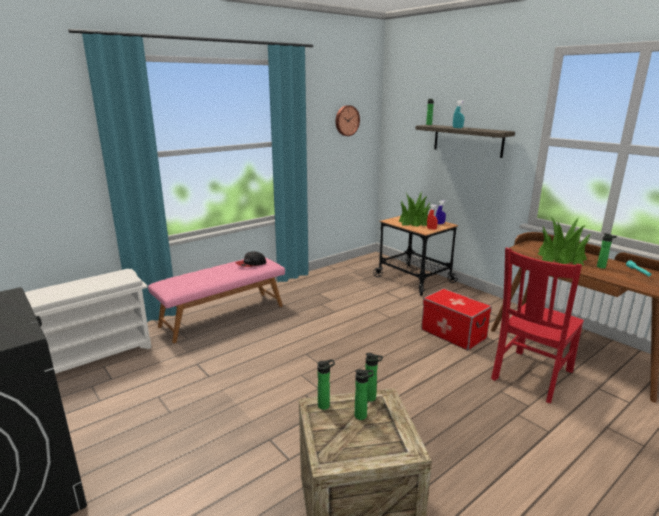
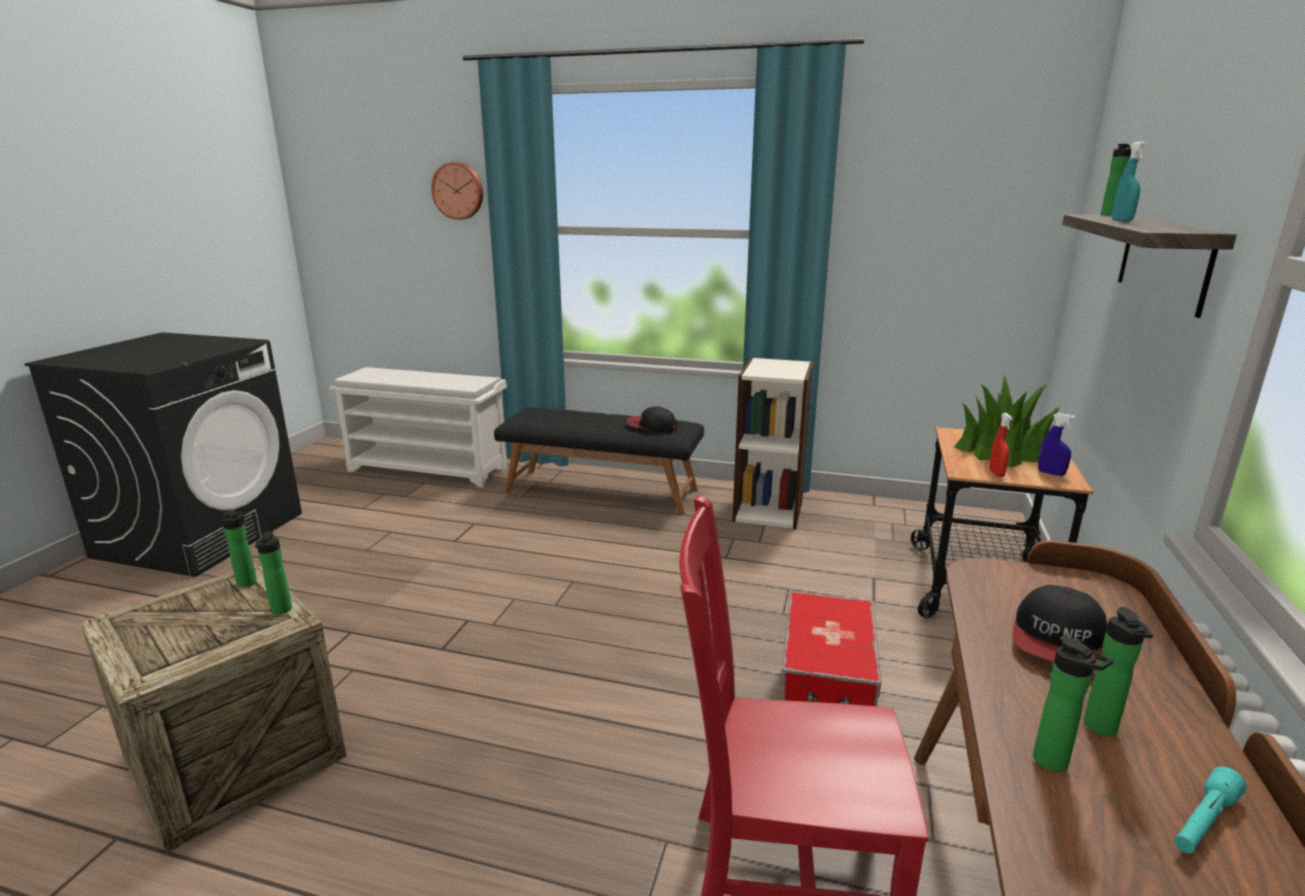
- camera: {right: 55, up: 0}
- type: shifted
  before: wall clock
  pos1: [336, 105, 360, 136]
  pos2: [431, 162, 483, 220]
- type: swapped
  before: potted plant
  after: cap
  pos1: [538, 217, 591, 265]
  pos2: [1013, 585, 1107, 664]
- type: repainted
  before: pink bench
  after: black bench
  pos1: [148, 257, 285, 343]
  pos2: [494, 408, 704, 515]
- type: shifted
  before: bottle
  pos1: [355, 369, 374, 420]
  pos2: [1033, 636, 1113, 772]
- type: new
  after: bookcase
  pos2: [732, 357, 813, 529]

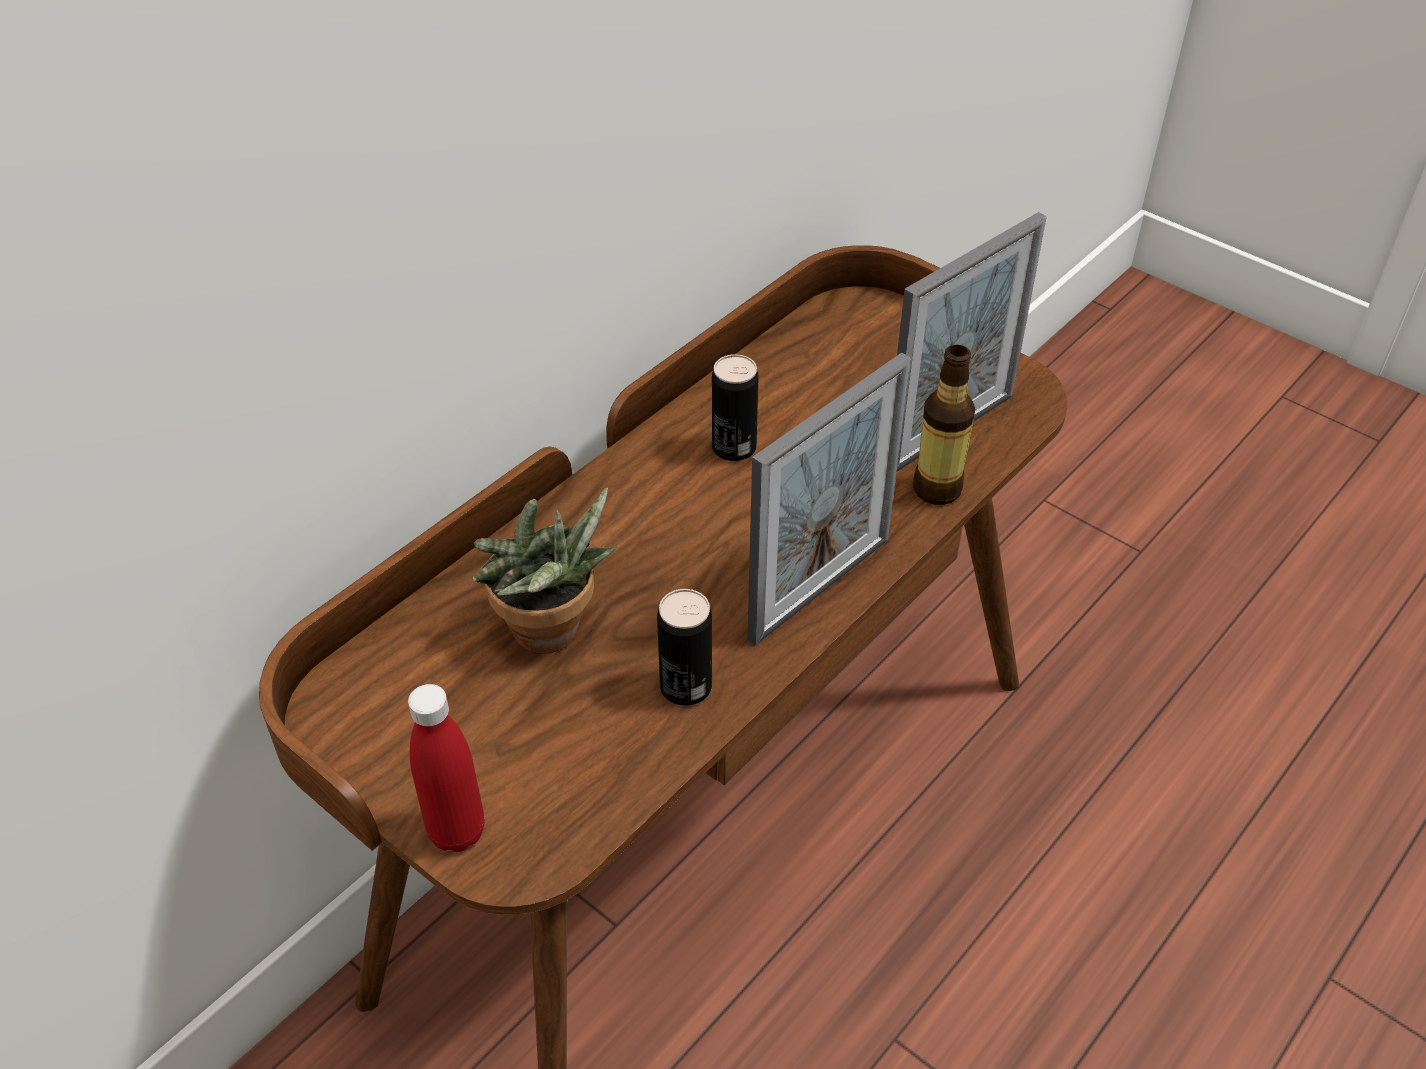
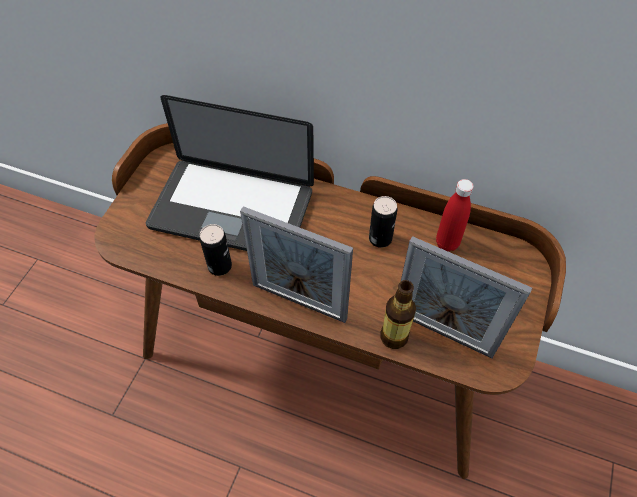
- camera: {right: 70, up: 10}
- type: swapped
  before: potted plant
  after: laptop
  pos1: [473, 488, 617, 654]
  pos2: [146, 95, 314, 251]
- type: shifted
  before: red bottle
  pos1: [408, 684, 485, 852]
  pos2: [436, 179, 474, 252]

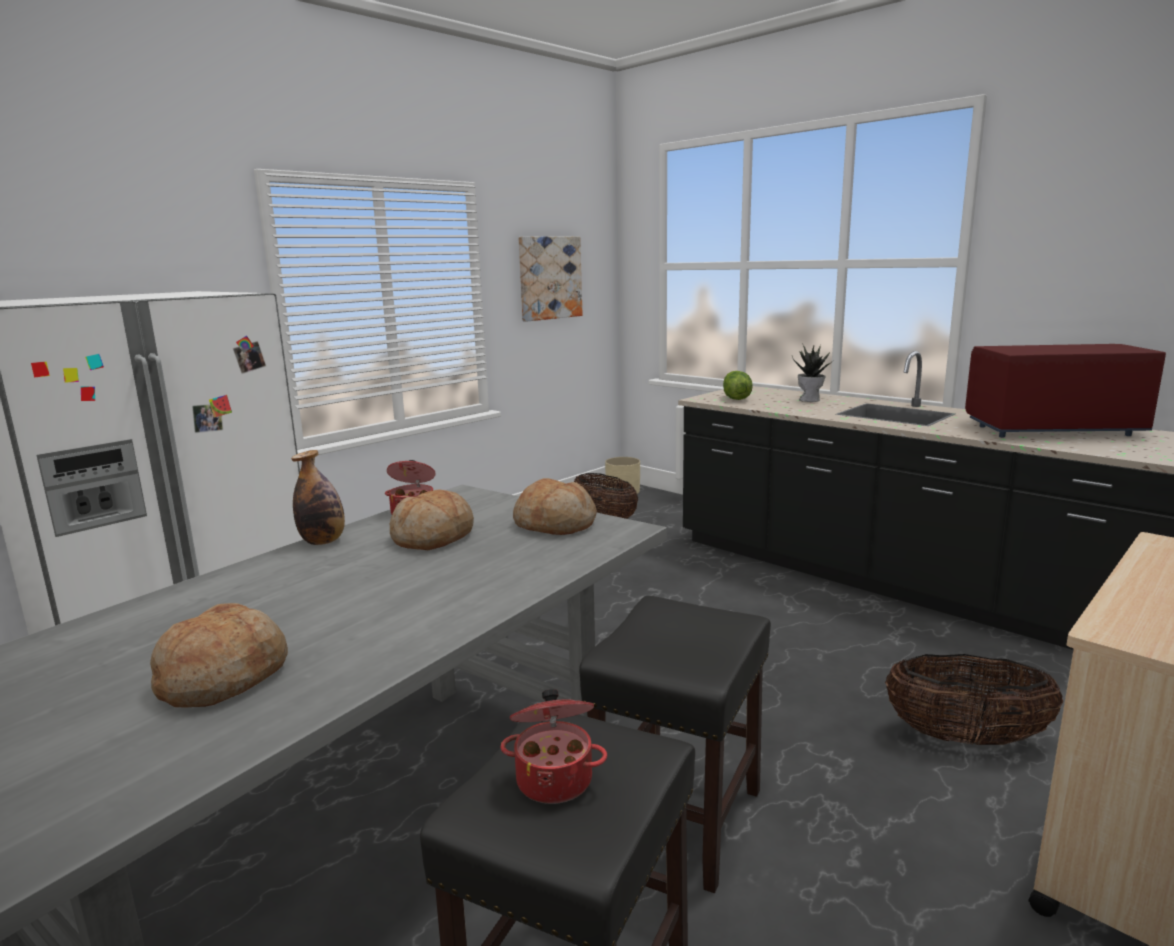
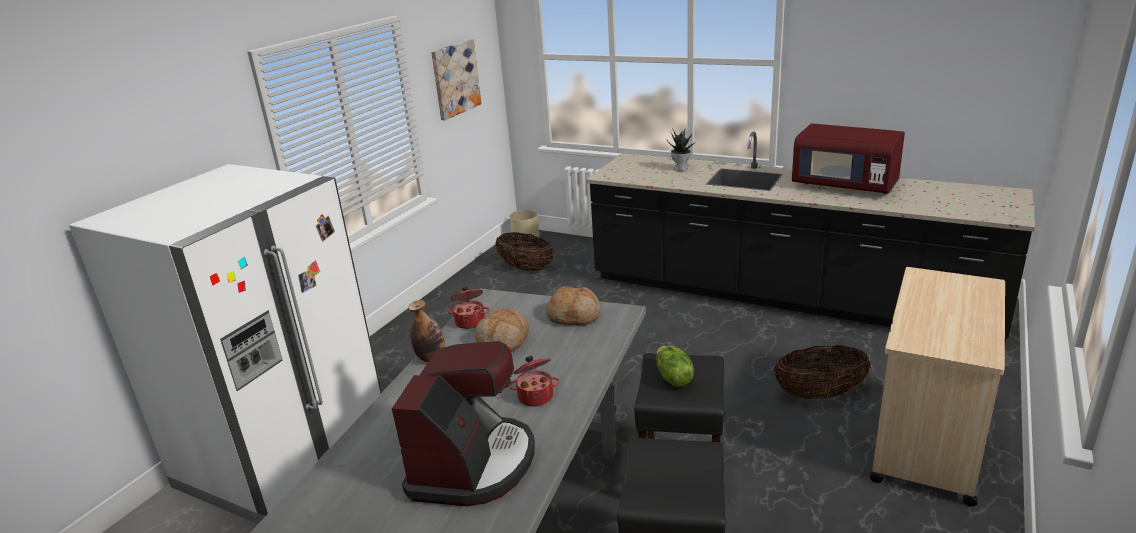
- camera: {right: -15, up: 10}
- type: rotated
  before: red microwave
  pos1: [965, 344, 1166, 437]
  pos2: [792, 123, 905, 194]
  turn: -135
- type: shifted
  before: lettuce
  pos1: [723, 371, 753, 400]
  pos2: [656, 346, 694, 387]
- type: swapped
  before: bread
  after: coffee machine
  pos1: [150, 603, 288, 708]
  pos2: [392, 341, 535, 506]
- type: shifted
  before: cooking pot
  pos1: [500, 689, 607, 804]
  pos2: [509, 356, 560, 407]

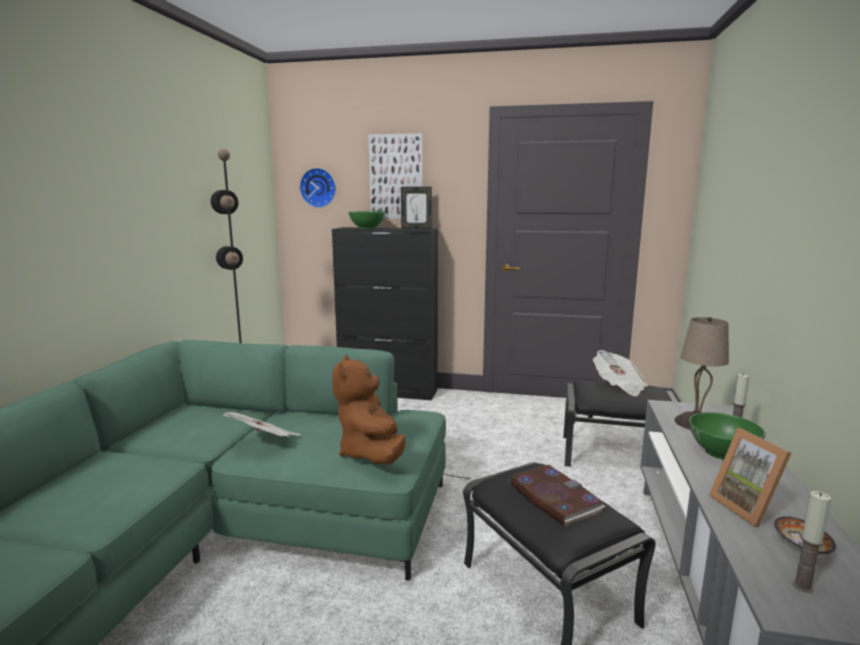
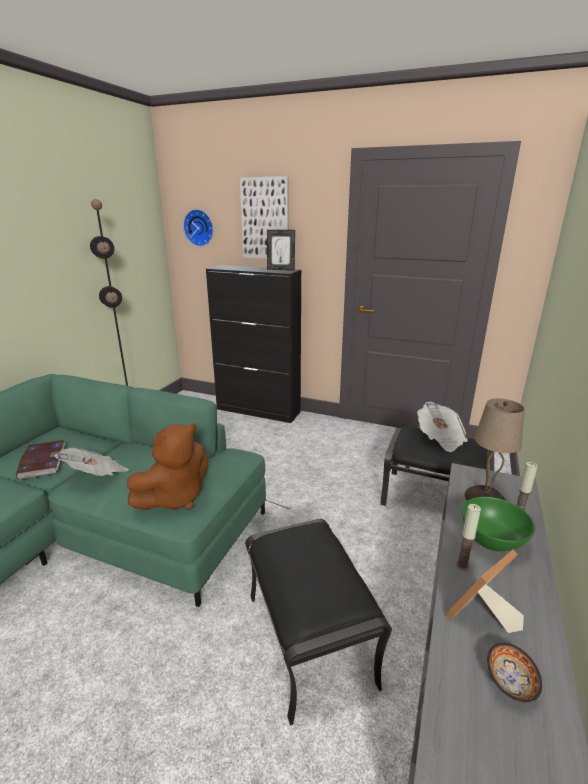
- camera: {right: 10, up: 10}
- type: gone
  before: green bowl
  pos1: [348, 211, 385, 229]
- type: rotated
  before: brown plush toy
  pos1: [332, 355, 406, 464]
  pos2: [127, 423, 208, 510]
  turn: -135
- type: rotated
  before: picture frame
  pos1: [709, 428, 792, 527]
  pos2: [445, 549, 524, 633]
  turn: 60
- type: shifted
  before: book
  pos1: [511, 465, 606, 526]
  pos2: [16, 440, 65, 480]
- type: shifted
  before: candle
  pos1: [792, 491, 831, 593]
  pos2: [456, 504, 481, 570]

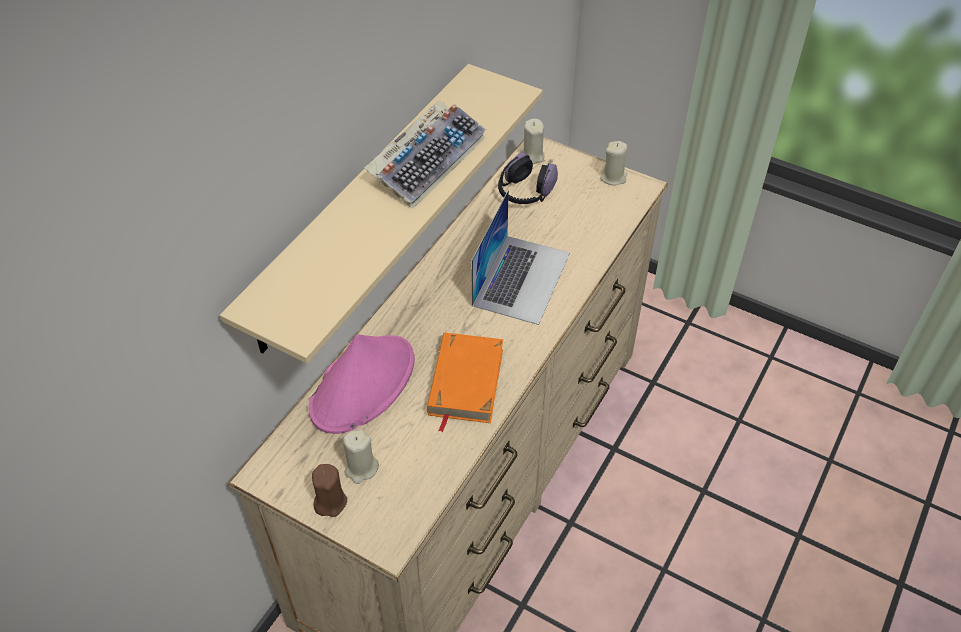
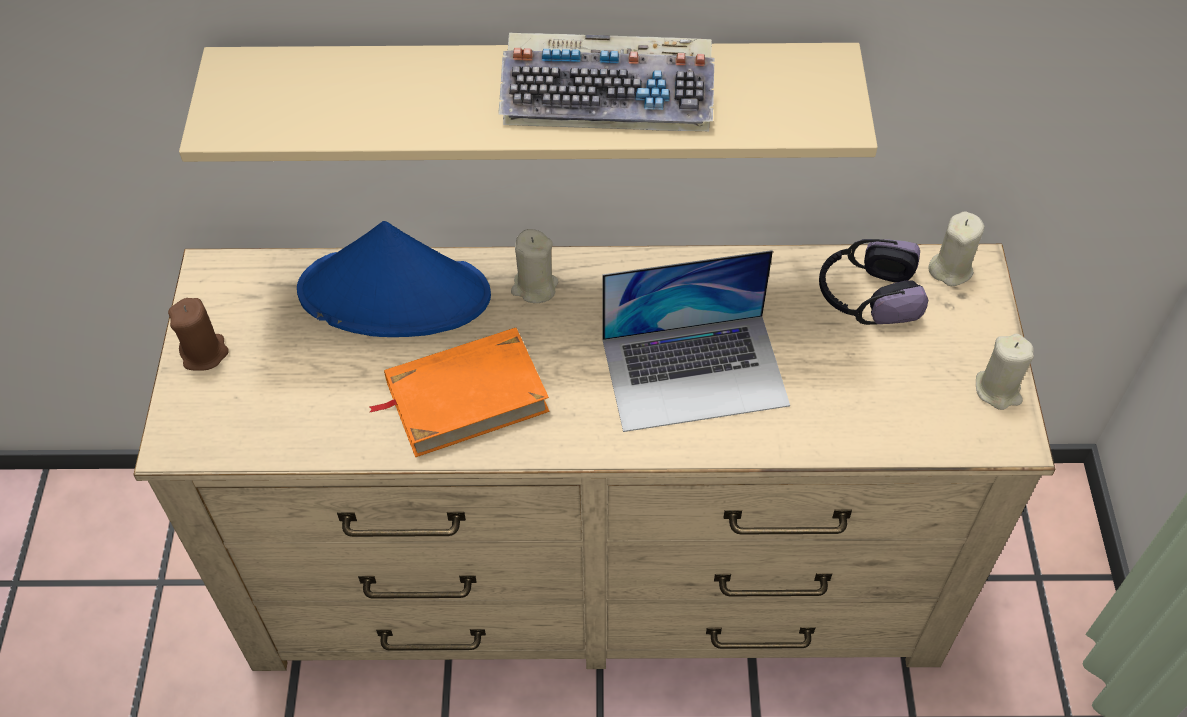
- camera: {right: 60, up: 5}
- type: repainted
  before: pink hat
  after: blue hat
  pos1: [309, 334, 415, 434]
  pos2: [297, 221, 491, 337]
- type: shifted
  before: beige candle
  pos1: [343, 430, 379, 484]
  pos2: [511, 229, 558, 303]

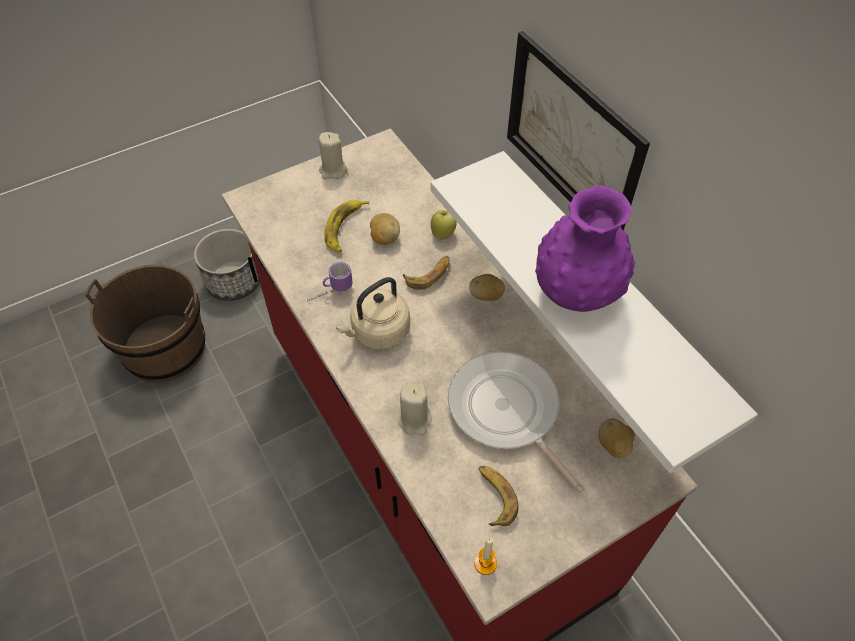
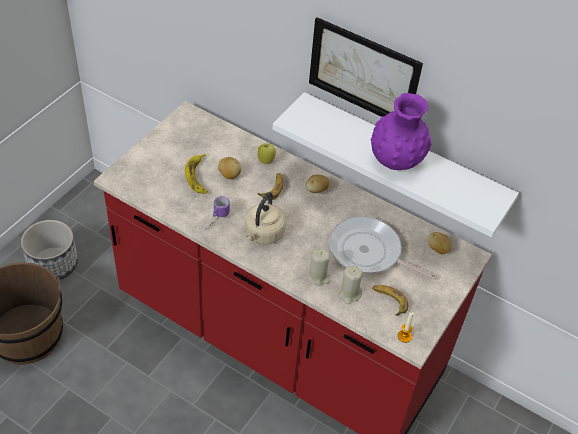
- camera: {right: -30, up: -5}
- type: shifted
  before: beige candle
  pos1: [319, 132, 347, 180]
  pos2: [338, 265, 363, 304]

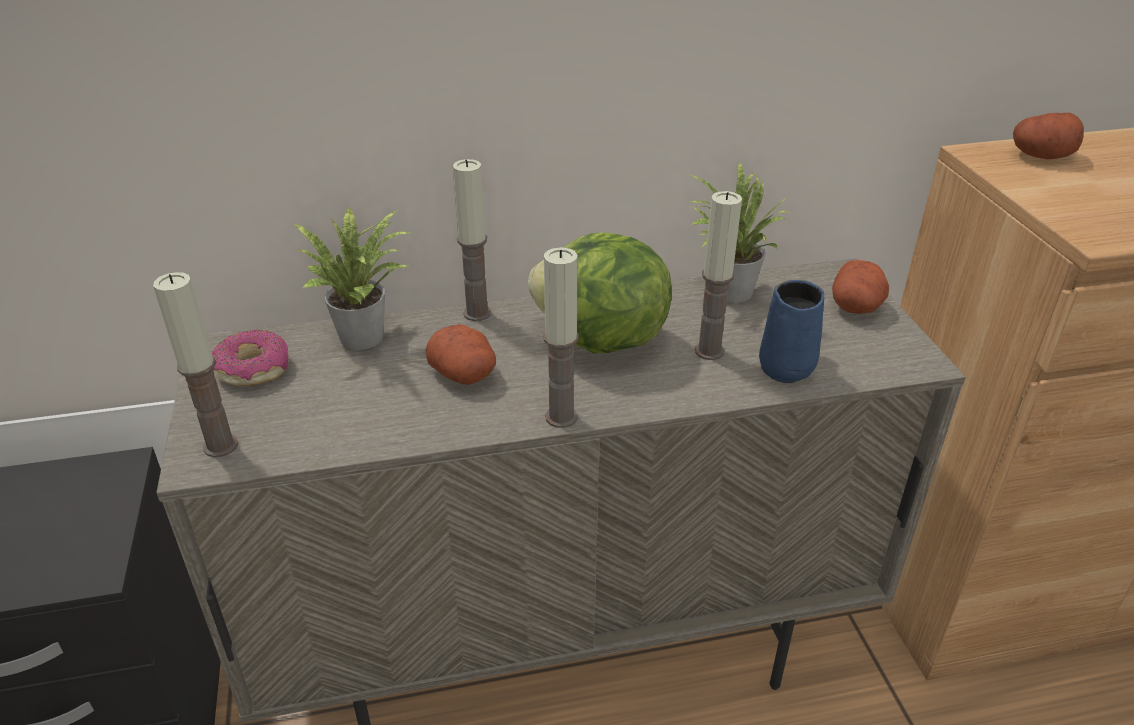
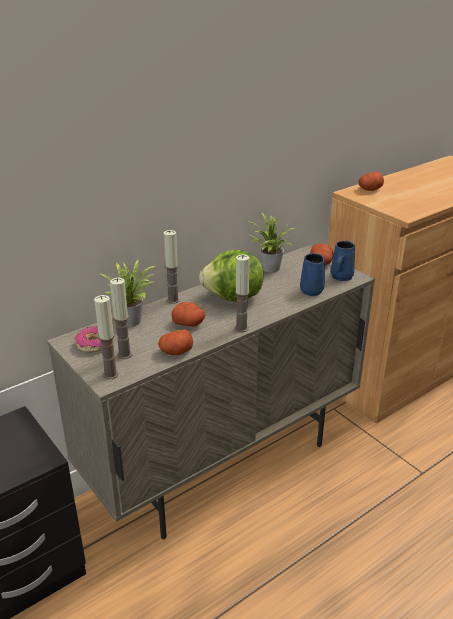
- camera: {right: -25, up: -5}
- type: shifted
  before: candle
  pos1: [695, 191, 742, 360]
  pos2: [110, 278, 132, 359]
- type: new
  after: blue mug
  pos2: [331, 241, 355, 281]
- type: new
  after: potato
  pos2: [158, 329, 193, 355]

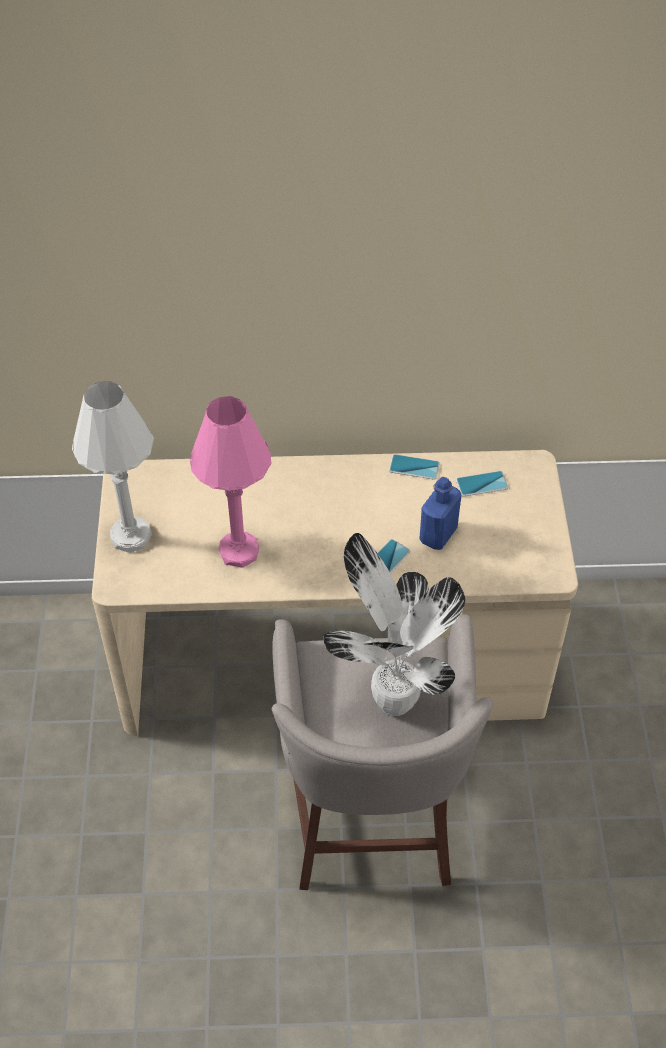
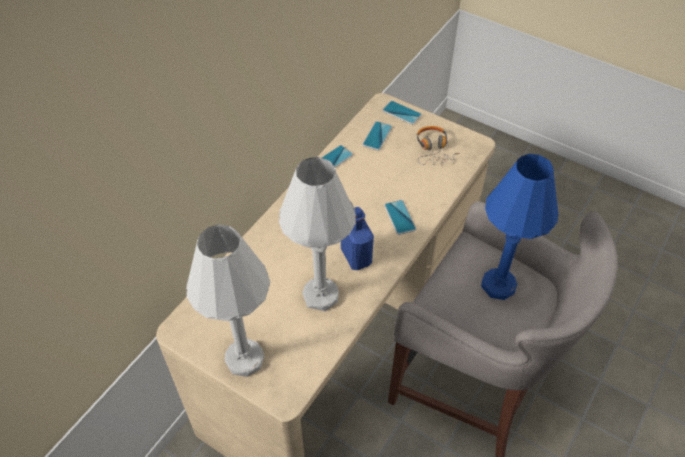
- camera: {right: -55, up: 0}
- type: repainted
  before: pink table lamp
  after: white table lamp
  pos1: [190, 396, 272, 568]
  pos2: [279, 157, 356, 311]
- type: shifted
  before: blue bottle
  pos1: [419, 477, 462, 550]
  pos2: [341, 207, 374, 270]
- type: swapped
  before: potted plant
  after: blue table lamp
  pos1: [323, 533, 465, 716]
  pos2: [481, 154, 558, 300]
- type: new
  after: phone
  pos2: [382, 101, 422, 125]
- type: new
  after: headphones
  pos2: [417, 126, 460, 165]

